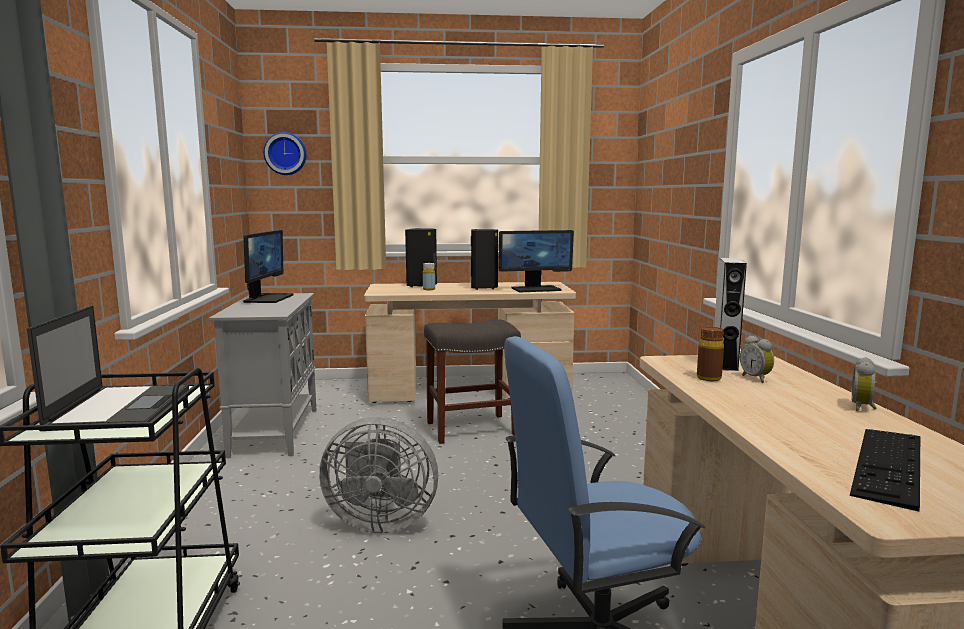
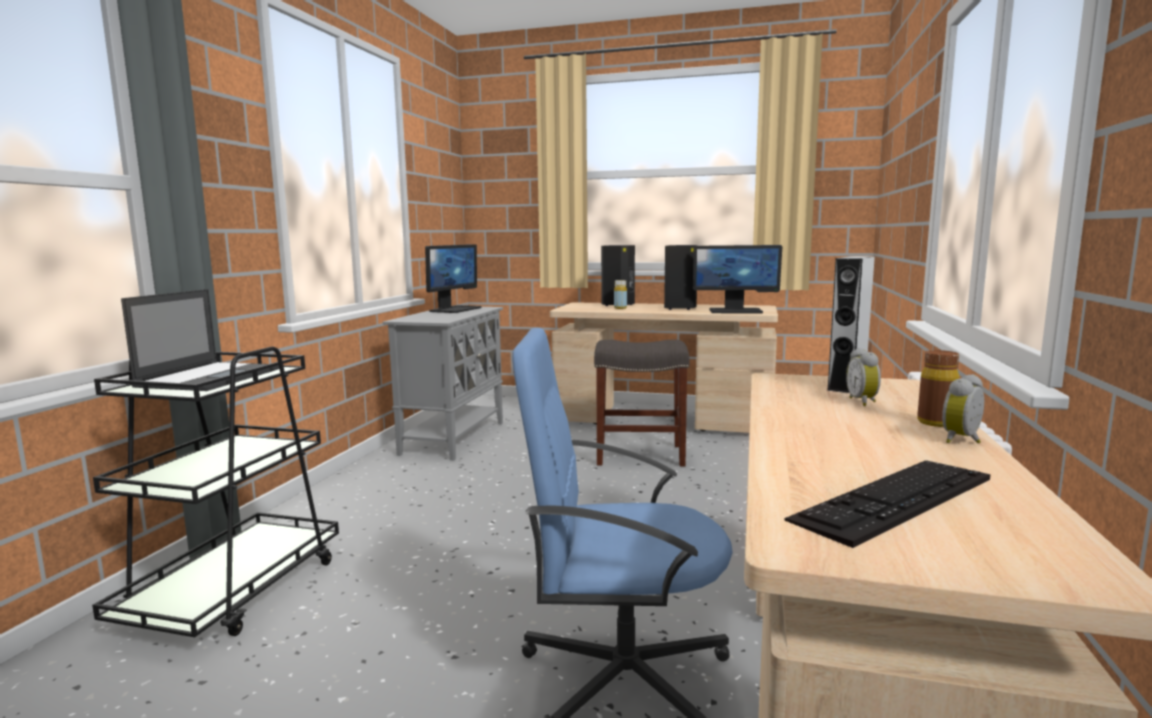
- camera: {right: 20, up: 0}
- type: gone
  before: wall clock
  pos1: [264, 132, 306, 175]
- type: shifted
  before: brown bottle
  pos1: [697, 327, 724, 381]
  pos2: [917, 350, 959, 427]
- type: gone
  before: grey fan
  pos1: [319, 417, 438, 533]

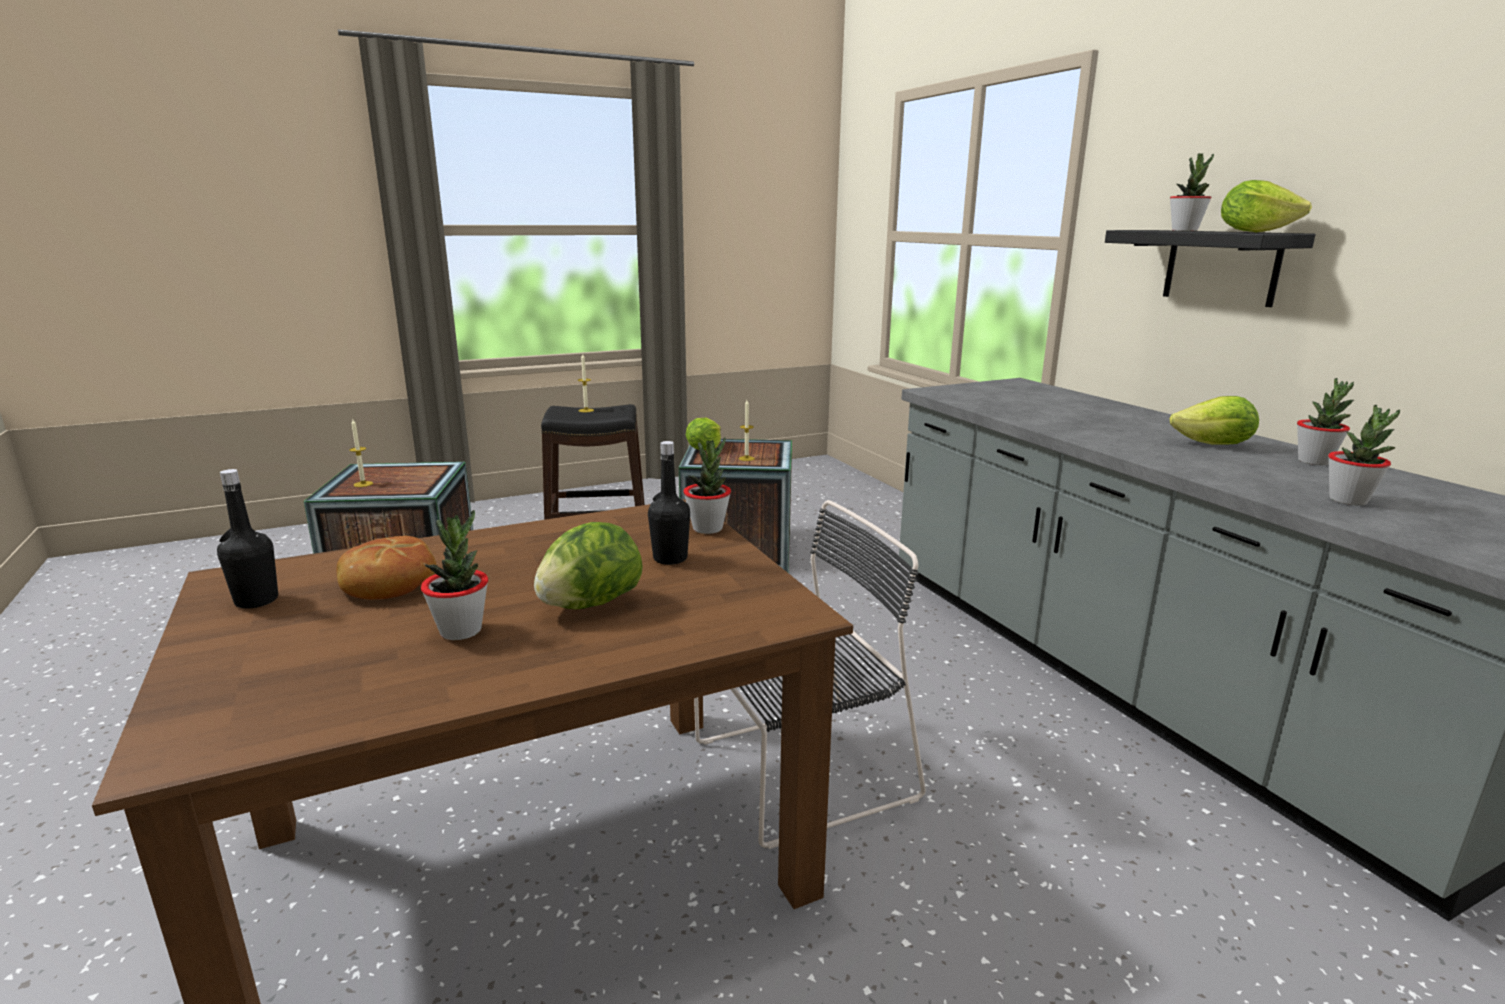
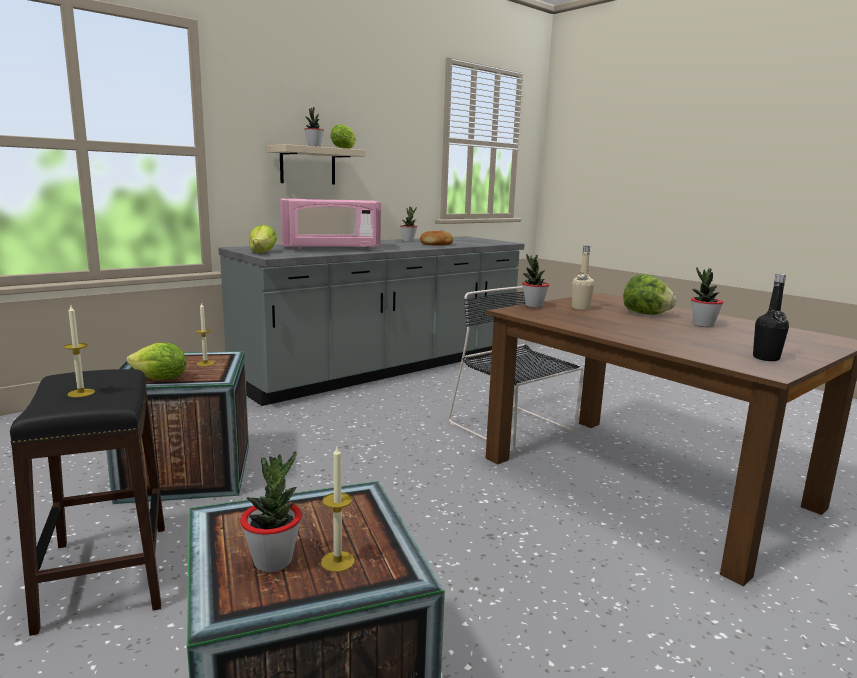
- camera: {right: -105, up: -5}
- type: repainted
  before: black shelf
  after: beige shelf
  pos1: [1105, 230, 1315, 307]
  pos2: [267, 144, 365, 185]
- type: shifted
  before: lettuce
  pos1: [1170, 396, 1259, 445]
  pos2: [249, 225, 277, 253]
- type: shifted
  before: potted plant
  pos1: [1328, 405, 1400, 505]
  pos2: [240, 451, 302, 572]
- type: repainted
  before: black bottle
  after: beige bottle
  pos1: [648, 441, 690, 565]
  pos2: [572, 246, 594, 310]
- type: shifted
  before: bread
  pos1: [337, 536, 436, 600]
  pos2: [420, 231, 453, 245]
- type: new
  after: pink microwave
  pos2: [280, 199, 381, 250]

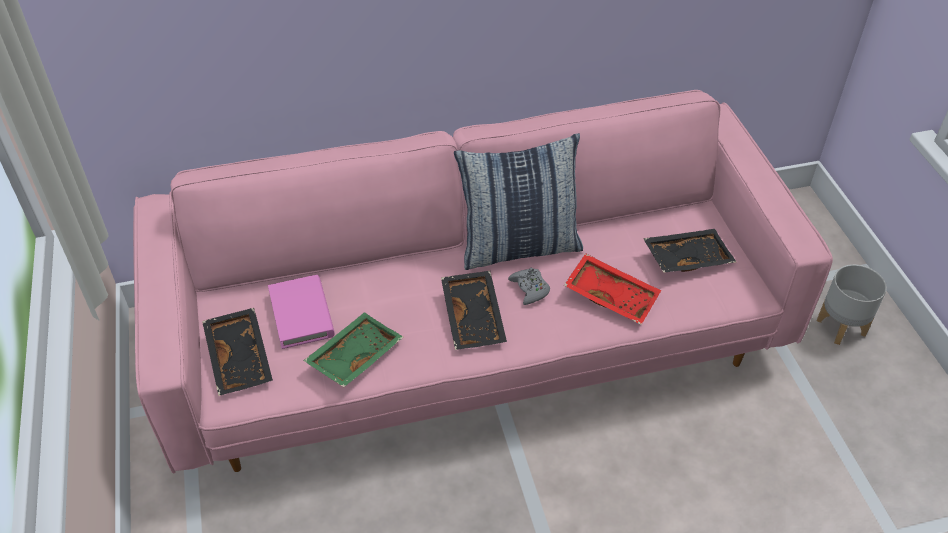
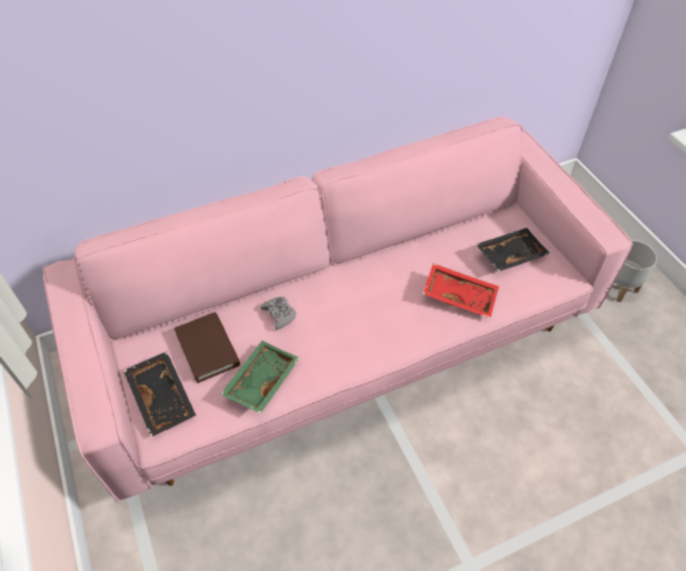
- camera: {right: -10, up: 5}
- type: gone
  before: pillow
  pos1: [454, 133, 583, 270]
- type: shifted
  before: grey game controller
  pos1: [508, 268, 550, 305]
  pos2: [260, 297, 296, 330]
- type: gone
  before: black tray
  pos1: [441, 271, 507, 350]
- type: repainted
  before: pink book
  after: brown book
  pos1: [268, 275, 335, 349]
  pos2: [174, 312, 240, 383]

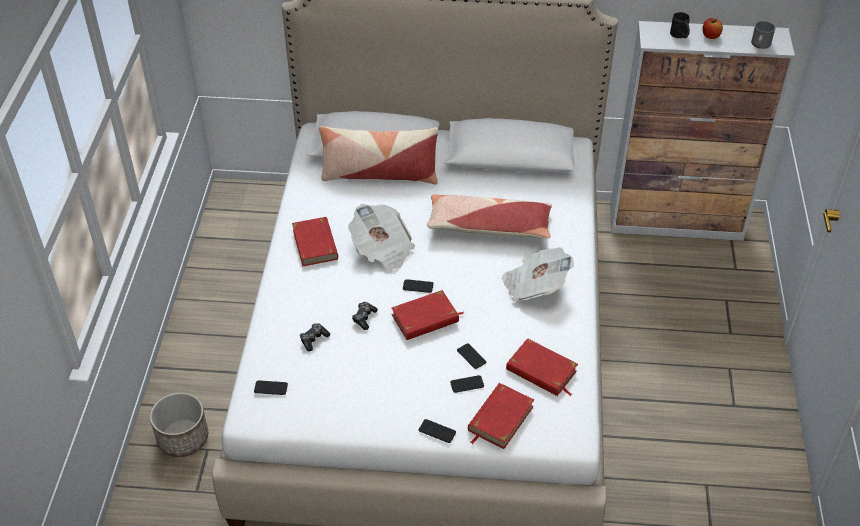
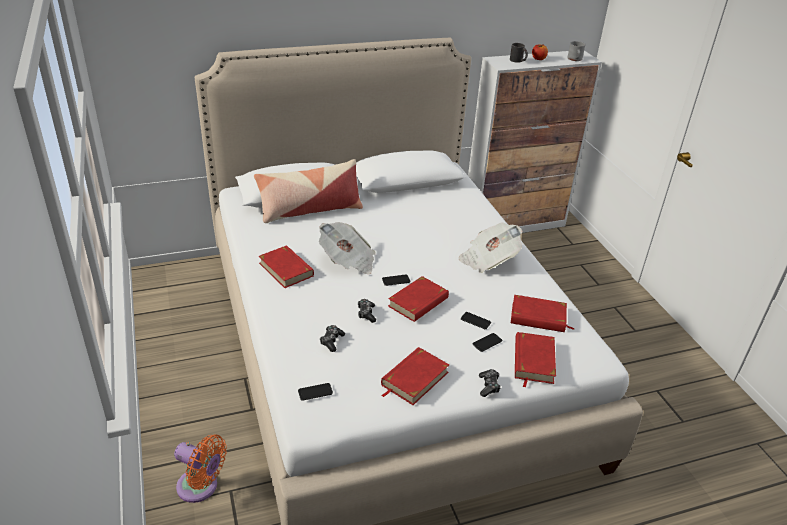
- camera: {right: -25, up: -10}
- type: gone
  before: pillow
  pos1: [427, 194, 552, 239]
- type: swapped
  before: planter
  after: orange fan
  pos1: [150, 392, 208, 457]
  pos2: [174, 434, 227, 503]
- type: swapped
  before: phone
  after: game controller
  pos1: [419, 419, 456, 443]
  pos2: [479, 369, 501, 397]
- type: new
  after: red book
  pos2: [381, 347, 449, 405]

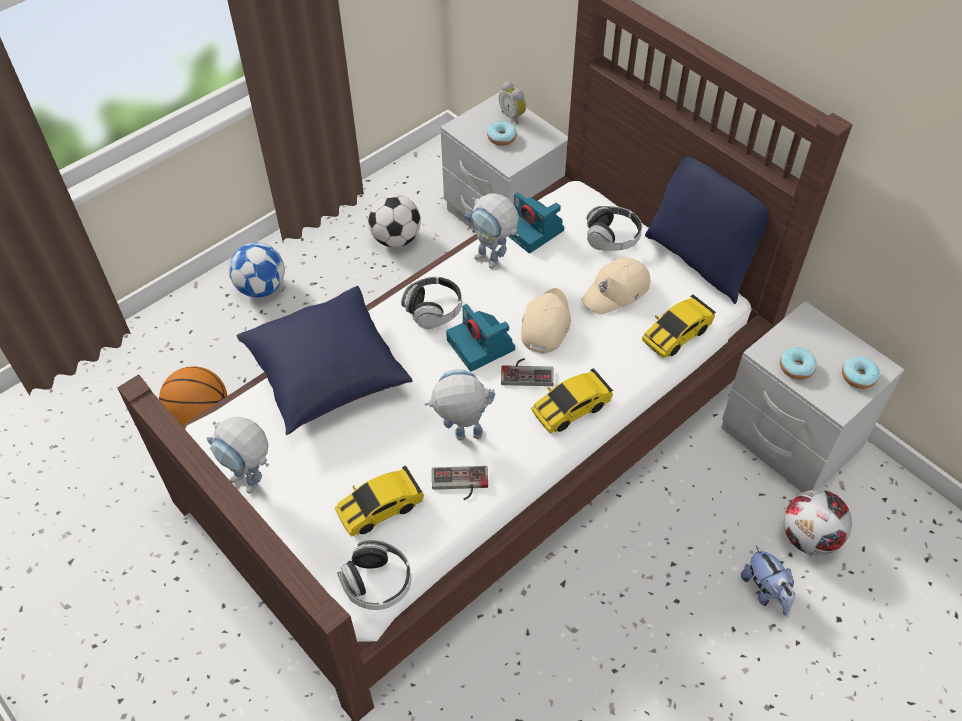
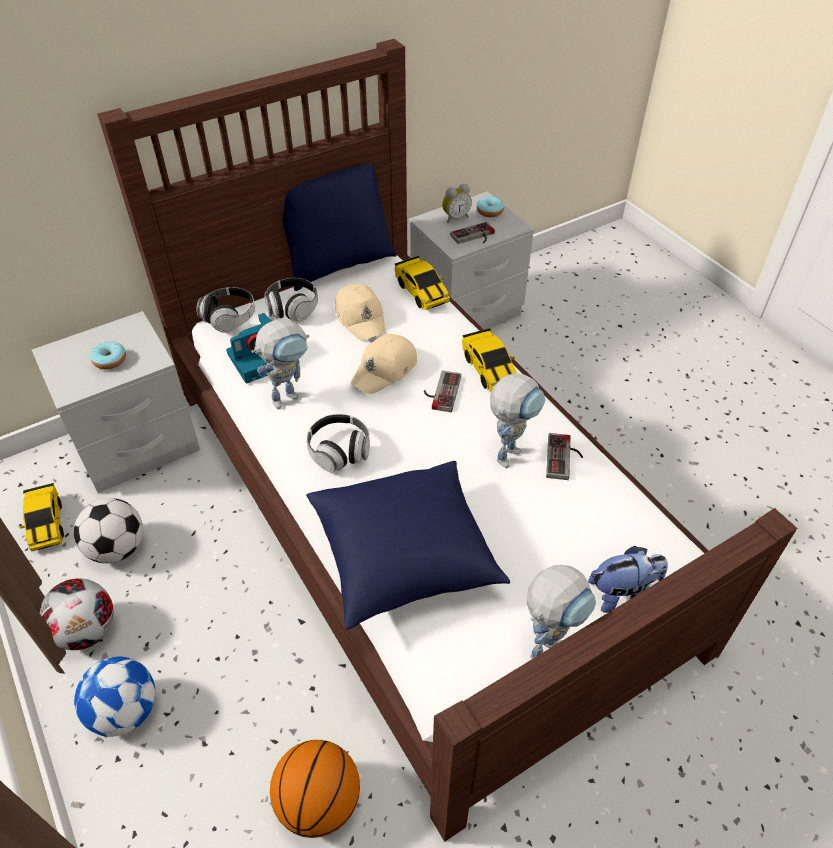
- camera: {right: -80, up: -5}
- type: shifted
  before: alarm clock
  pos1: [499, 81, 526, 124]
  pos2: [442, 184, 472, 223]
- type: rotated
  before: beige cap
  pos1: [521, 288, 571, 354]
  pos2: [350, 334, 417, 394]
  turn: -75
- type: gone
  before: photo camera
  pos1: [446, 304, 515, 372]
- type: swapped
  before: donut
  after: game controller
  pos1: [780, 347, 817, 379]
  pos2: [450, 222, 495, 244]
- type: rotated
  before: toy robot
  pos1: [425, 369, 495, 440]
  pos2: [490, 373, 545, 468]
  turn: -150
- type: shifted
  before: toy car
  pos1: [335, 465, 424, 537]
  pos2: [19, 483, 64, 552]
- type: shifted
  before: football
  pos1: [784, 489, 852, 555]
  pos2: [40, 578, 114, 650]
- type: shifted
  before: headphones
  pos1: [337, 539, 411, 610]
  pos2: [196, 287, 255, 333]
- type: shifted
  before: plush toy
  pos1: [741, 546, 795, 616]
  pos2: [588, 546, 668, 613]

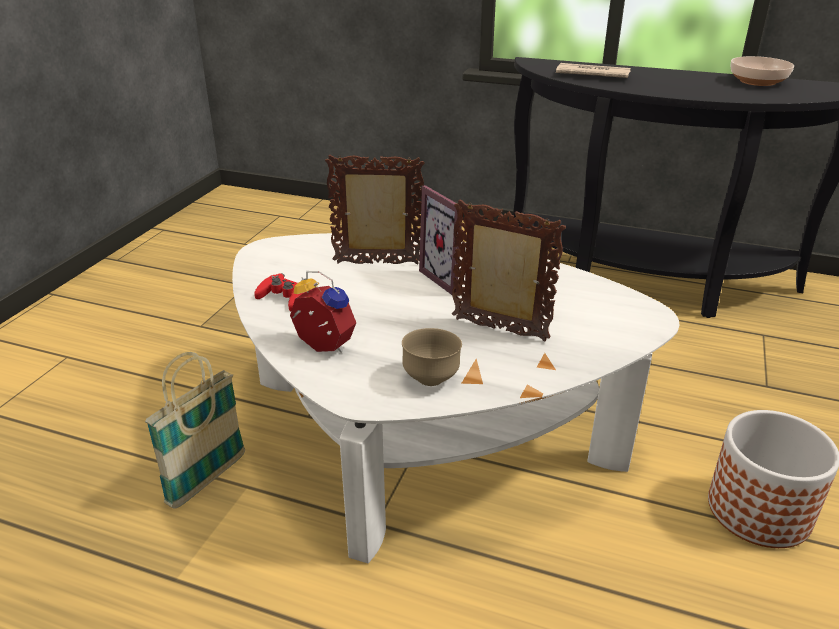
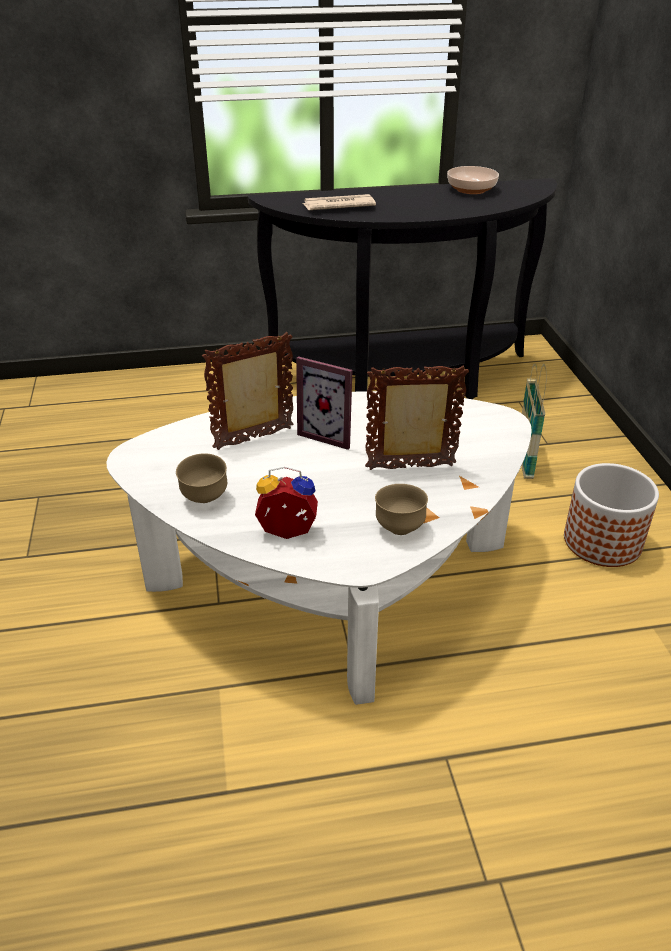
- camera: {right: -30, up: 5}
- type: swapped
  before: red game controller
  after: brown bowl
  pos1: [254, 273, 305, 311]
  pos2: [176, 453, 227, 503]
- type: shifted
  before: basket
  pos1: [145, 352, 245, 509]
  pos2: [522, 363, 547, 479]

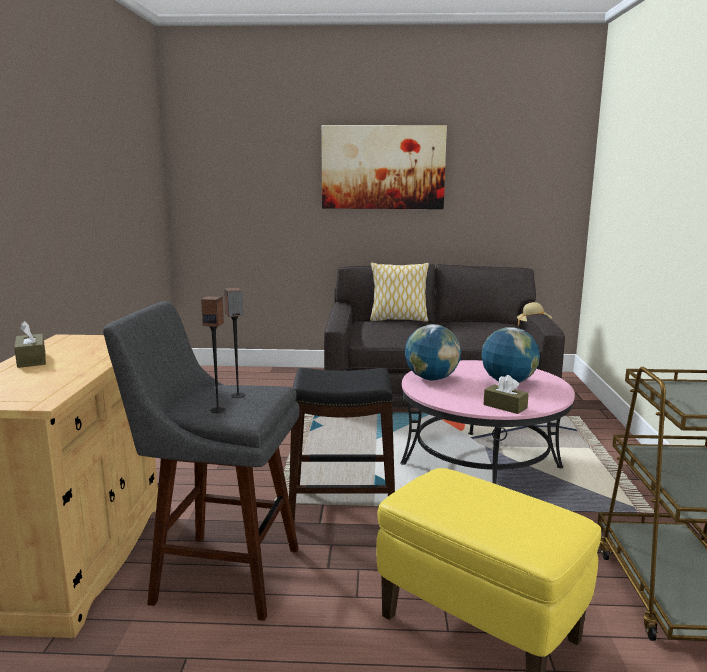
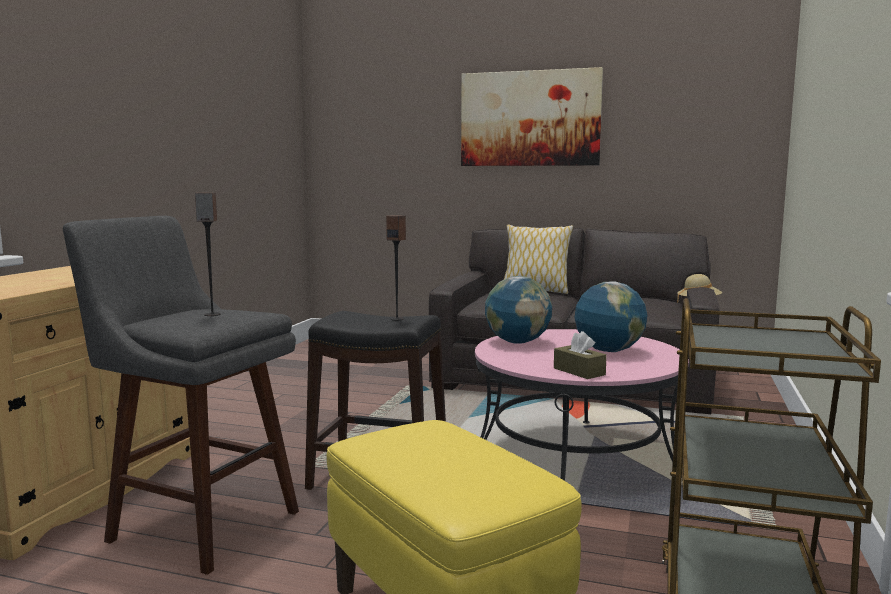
- camera: {right: 15, up: -5}
- type: shifted
  before: speaker
  pos1: [201, 296, 226, 413]
  pos2: [386, 215, 406, 321]
- type: gone
  before: brown tissue box
  pos1: [14, 321, 46, 368]

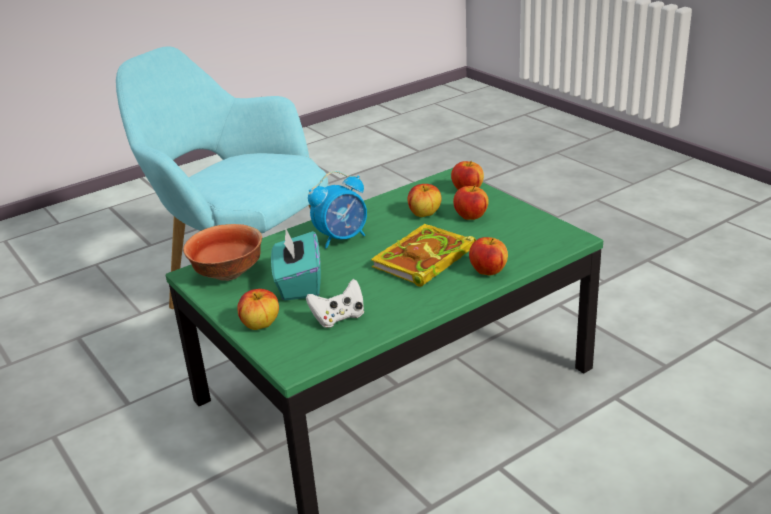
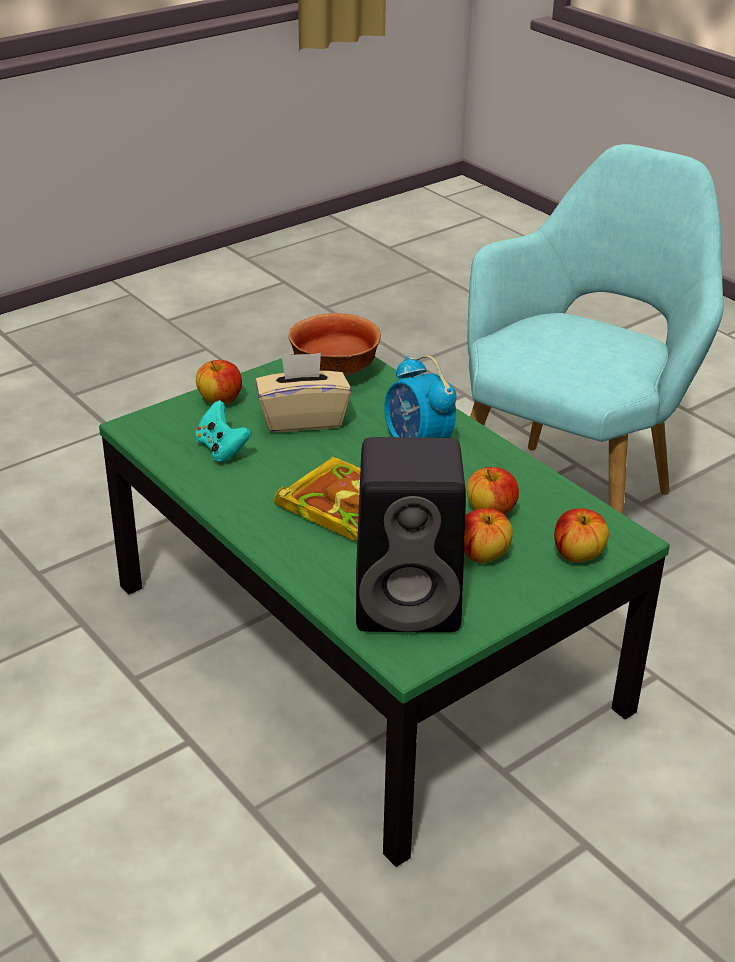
- camera: {right: 85, up: 5}
- type: repainted
  before: turquoise tissue box
  after: beige tissue box
  pos1: [271, 229, 321, 300]
  pos2: [255, 353, 351, 432]
- type: gone
  before: apple
  pos1: [469, 237, 508, 276]
- type: repainted
  before: white game controller
  after: turquoise game controller
  pos1: [306, 279, 364, 328]
  pos2: [195, 400, 251, 462]
- type: new
  after: black speaker
  pos2: [356, 437, 466, 632]

